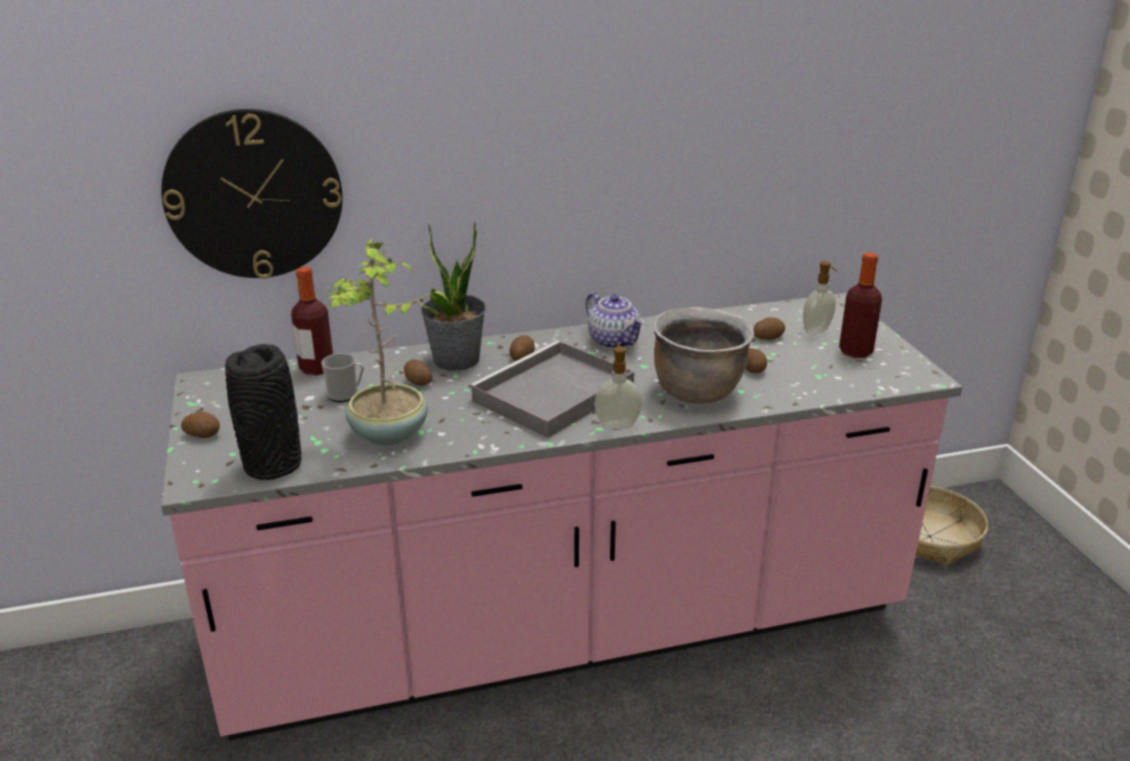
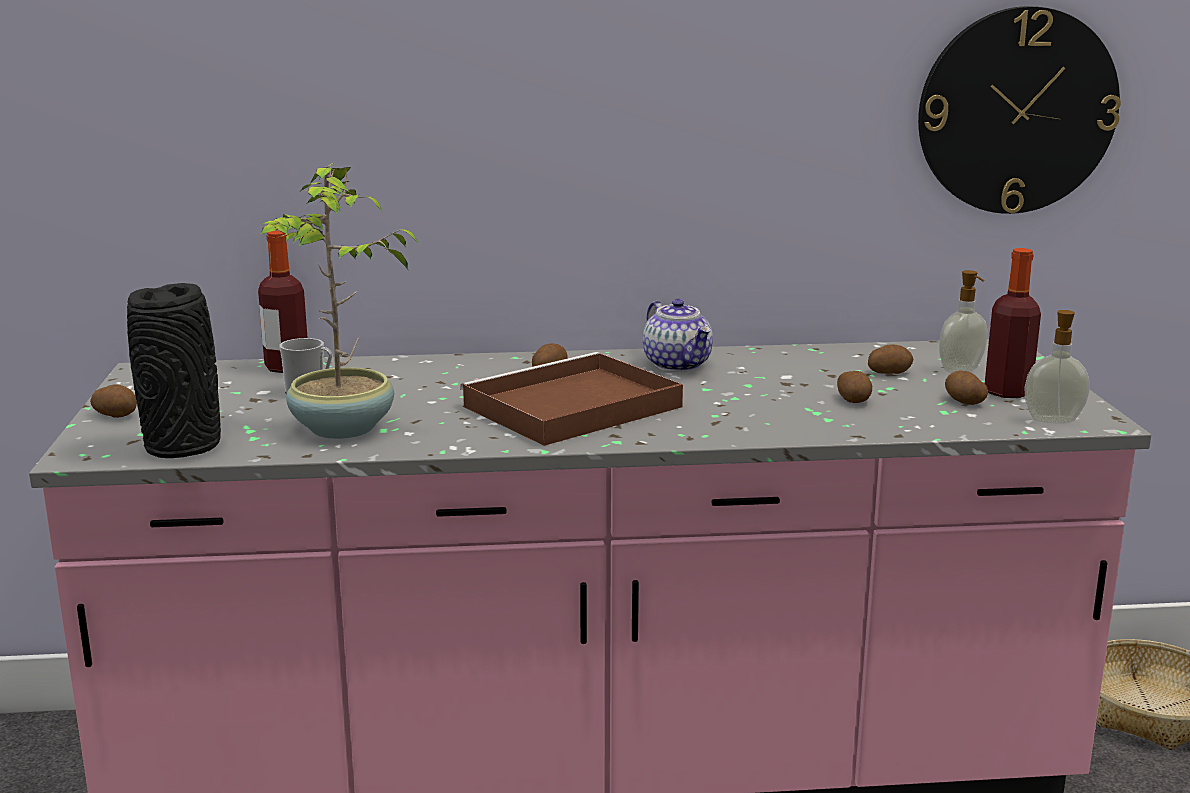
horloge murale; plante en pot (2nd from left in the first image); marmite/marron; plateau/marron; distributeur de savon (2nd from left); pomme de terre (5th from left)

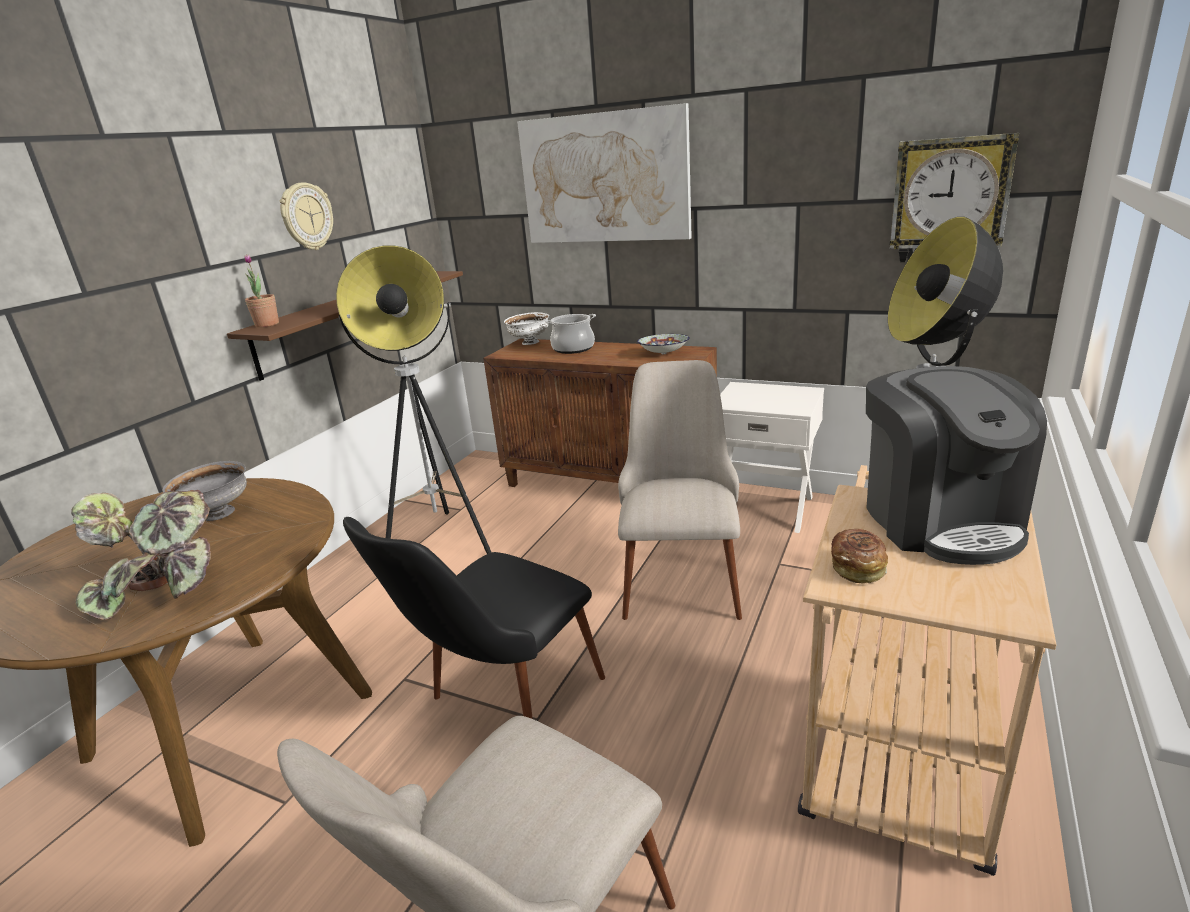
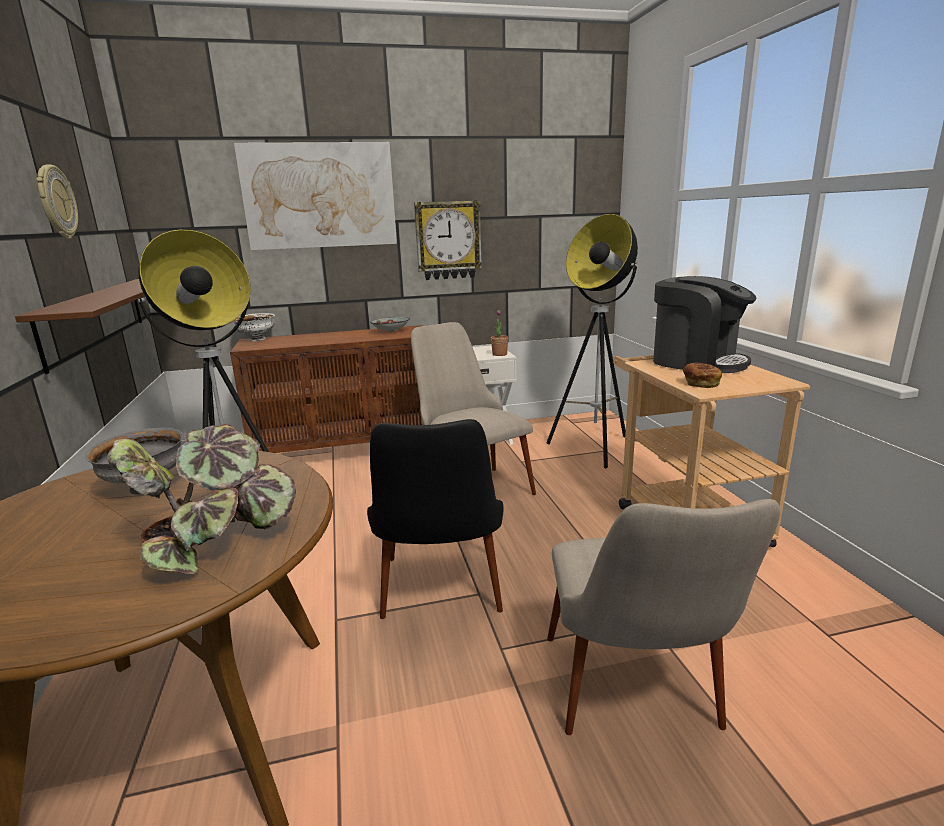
horloge murale (2nd from left); plante en pot (2nd from left); marmite

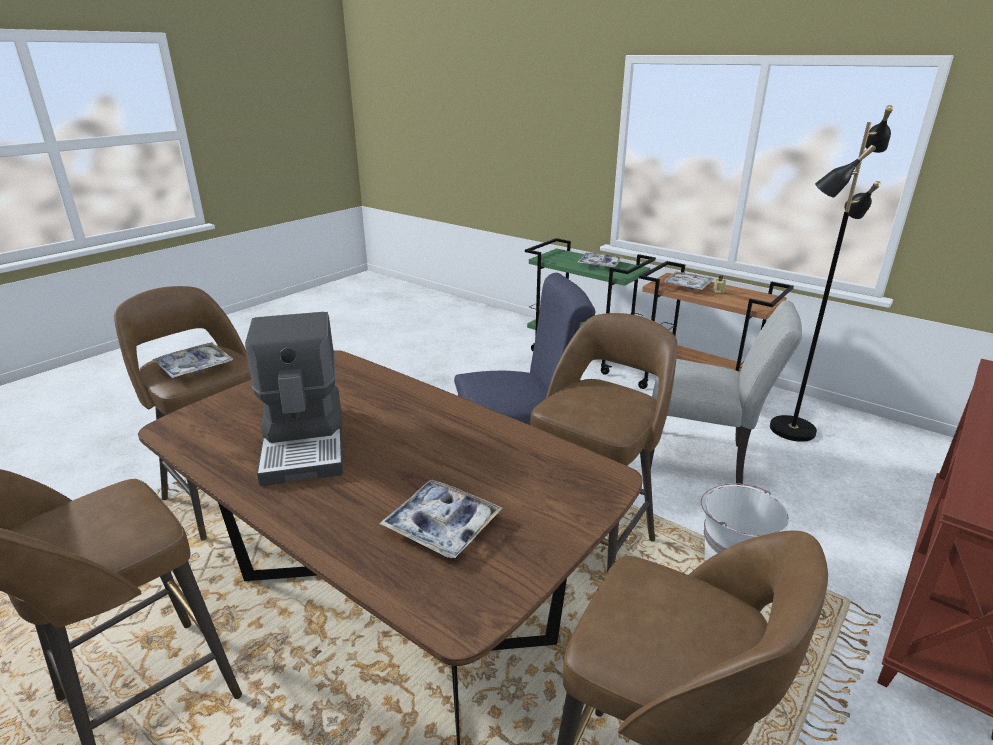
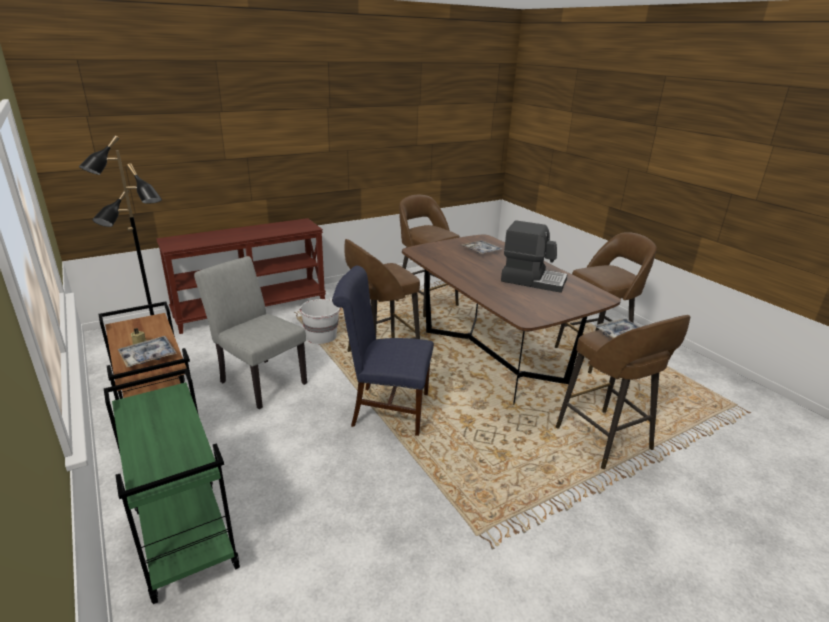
plateau (3rd from left in the first image); machine à café

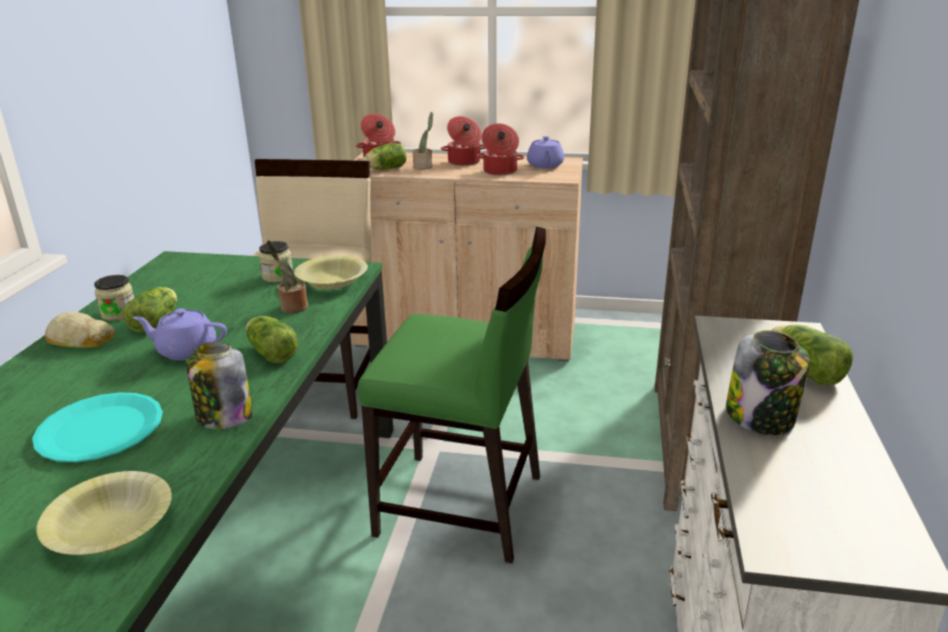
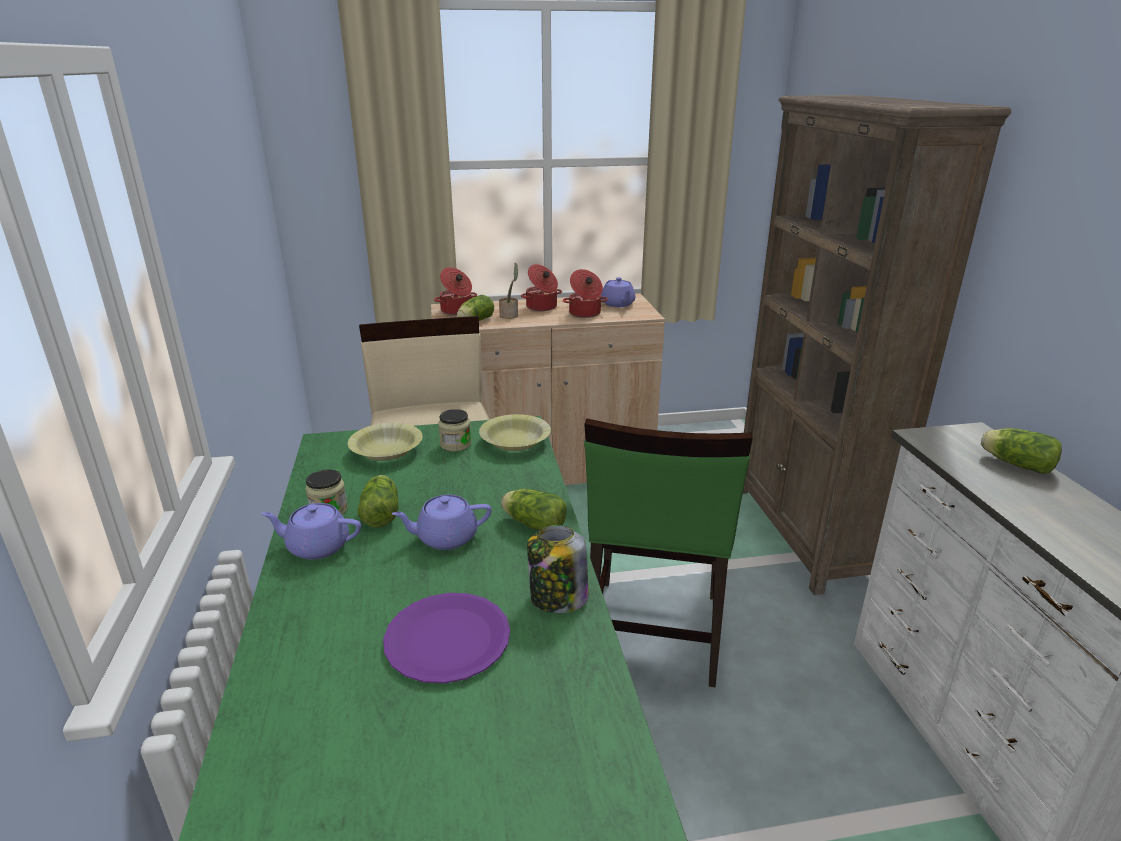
chaise/vert; plante en pot (1st from left in the first image); théière/violet (1st from left); bocal (4th from left in the first image); assiette/violet; bol/jaune (1st from left)

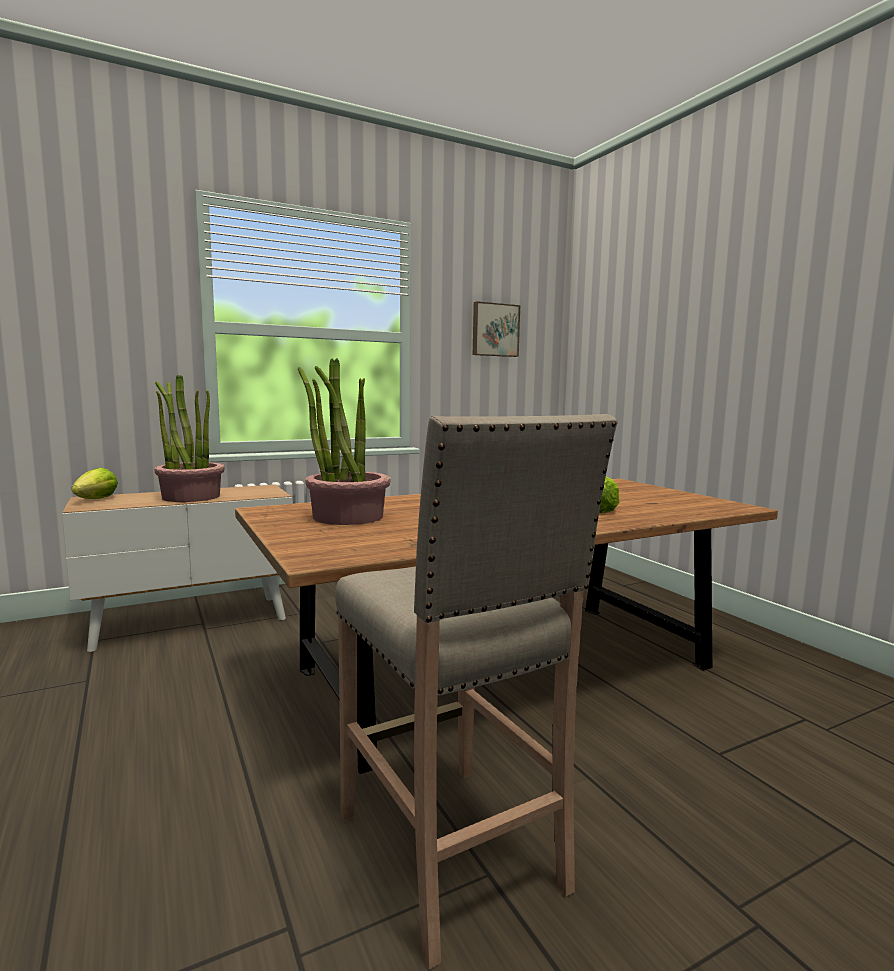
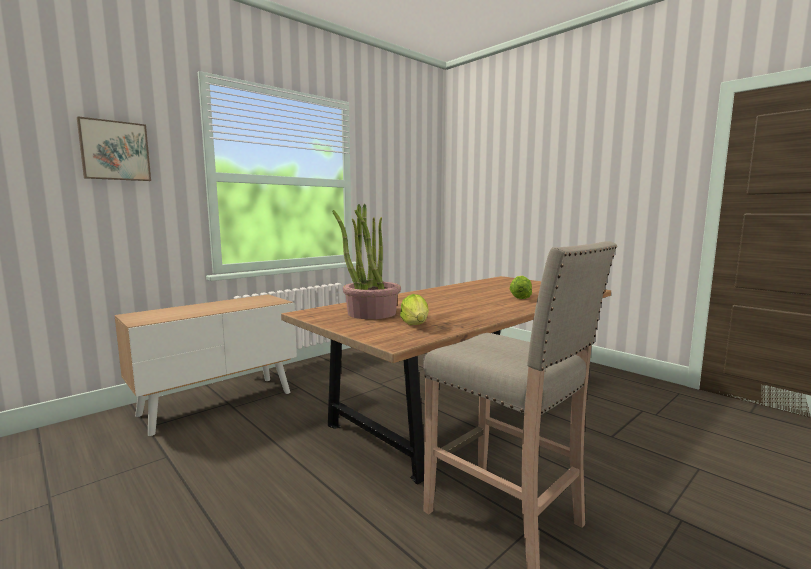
tableau; plante en pot (1st from left in the first image); laitue (1st from left)

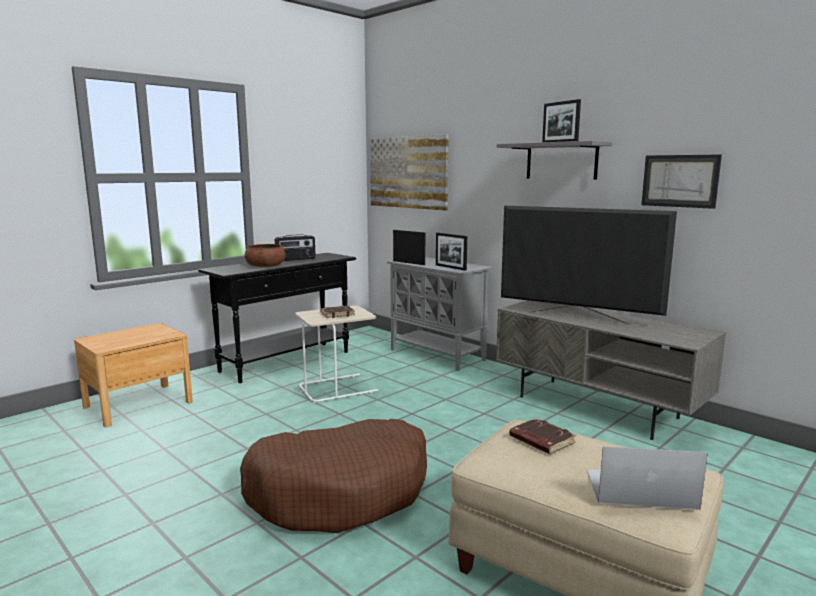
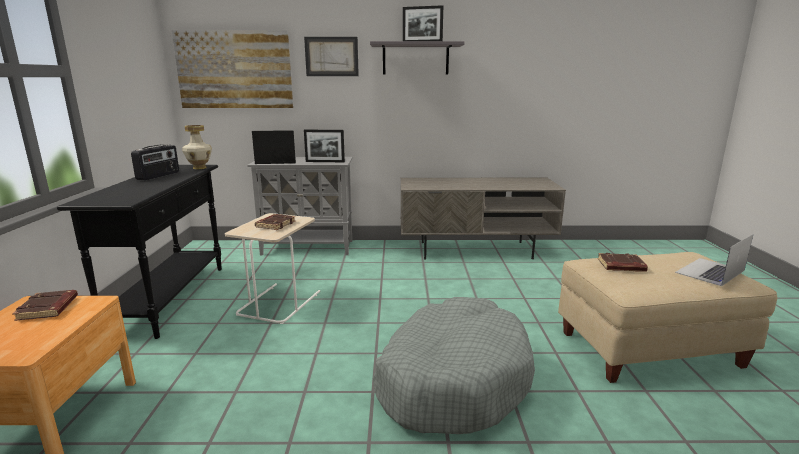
tableau (2nd from left); téléviseur; bol/marron; panier pour chien/gris; vase; livre/marron (1st from left)

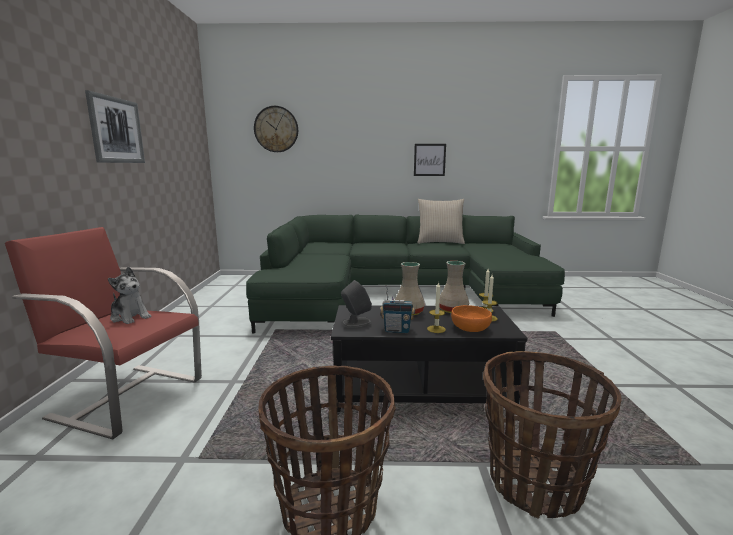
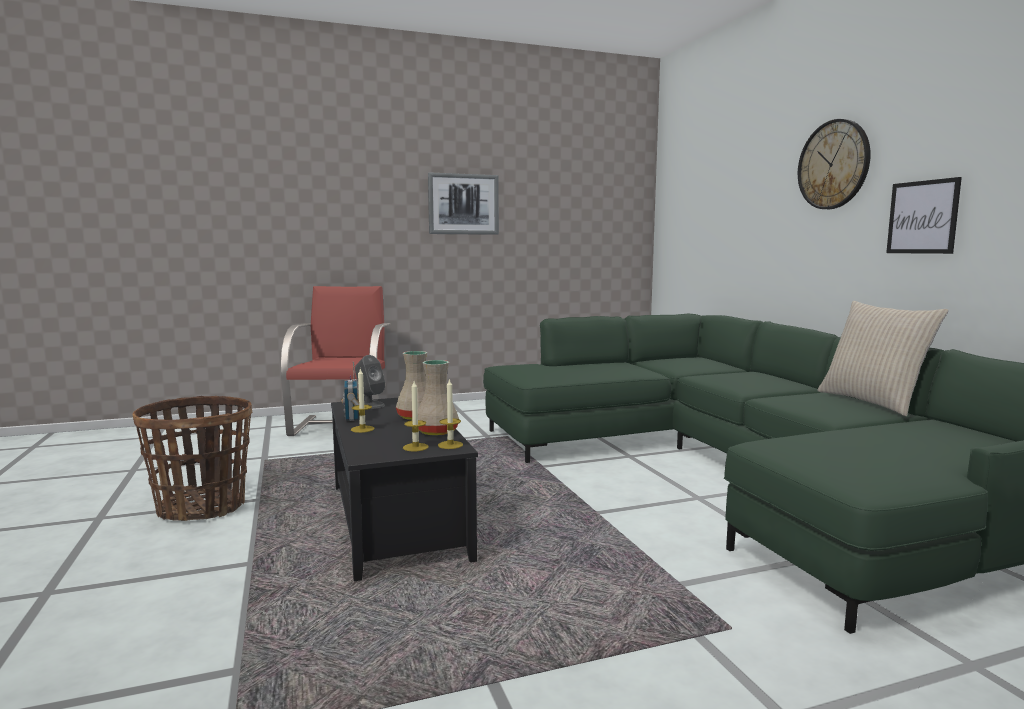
horloge murale; peluche; bol/orange; panier (2nd from left in the first image)

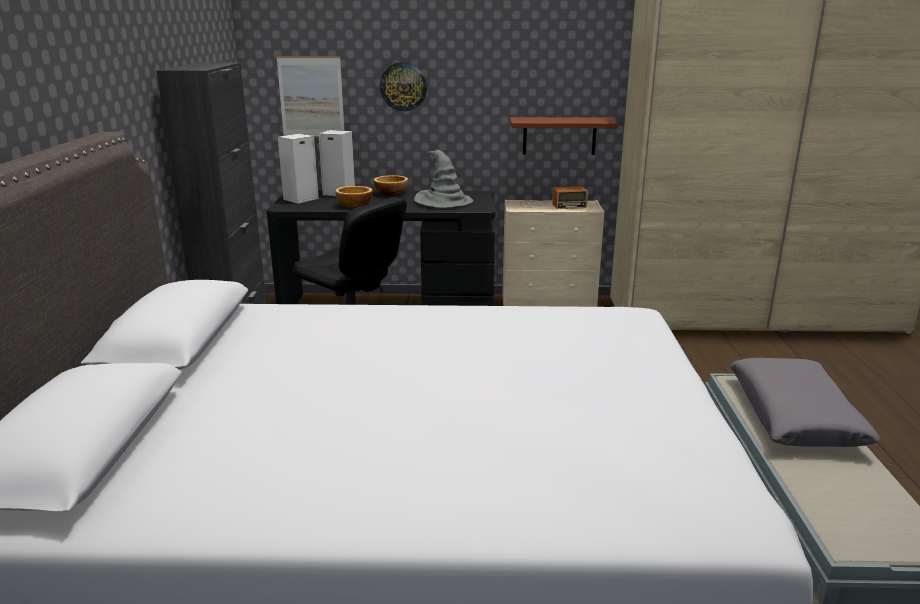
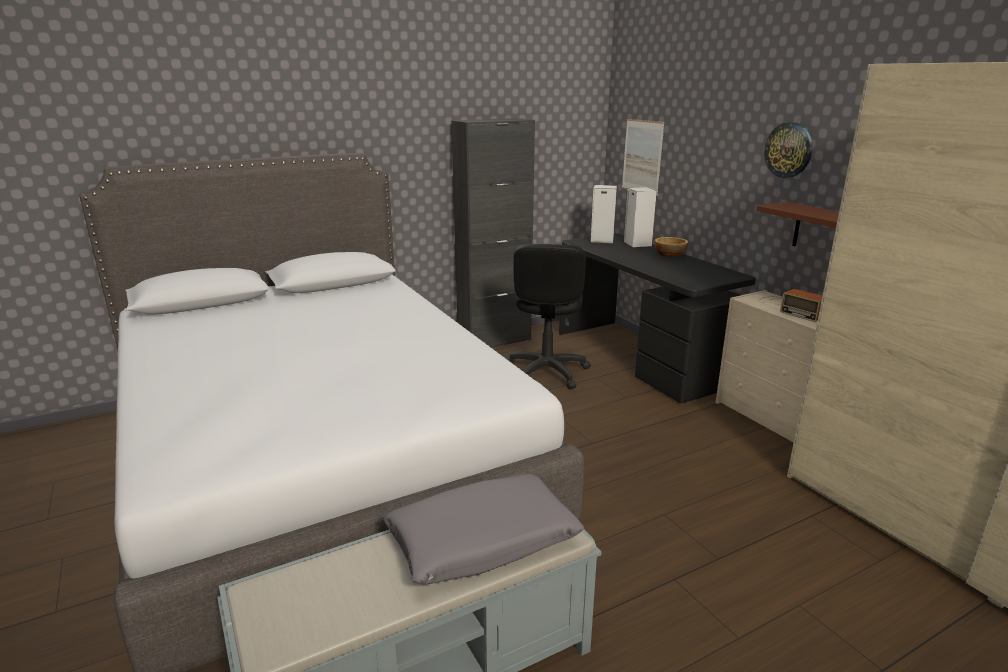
horloge murale; chapeau/gris; bol (1st from left in the first image)

